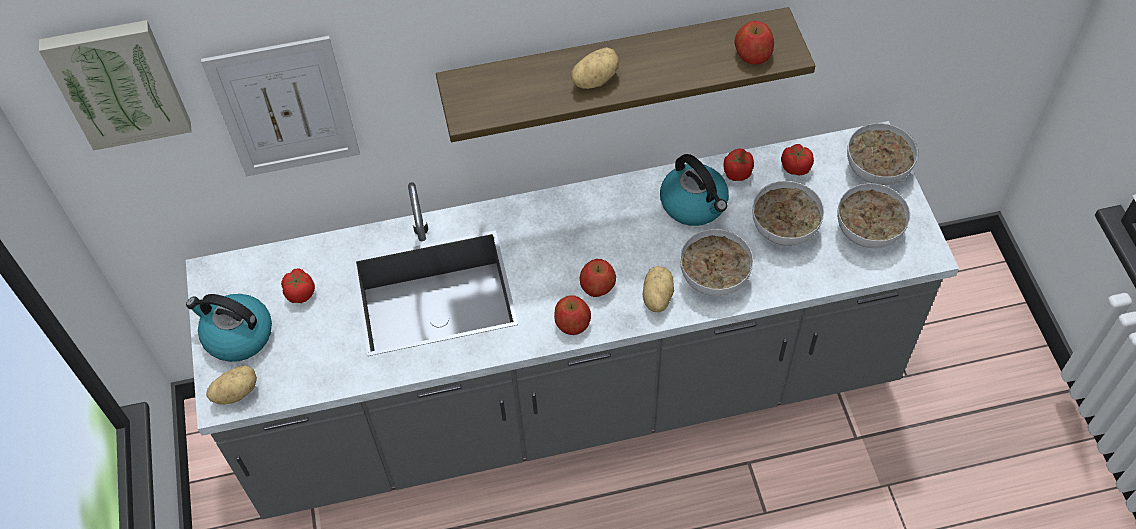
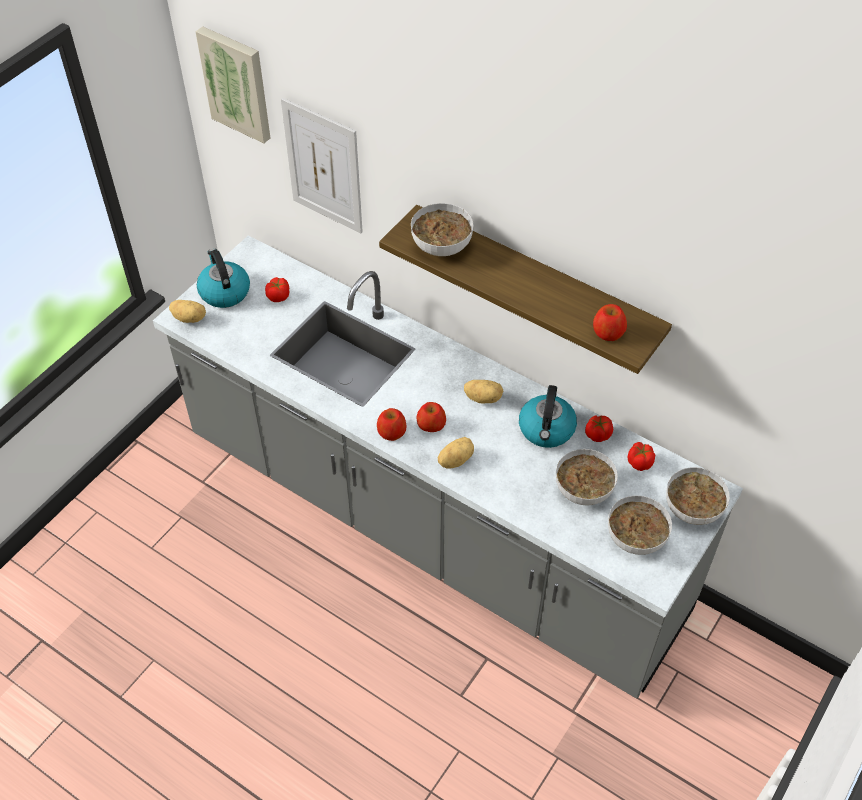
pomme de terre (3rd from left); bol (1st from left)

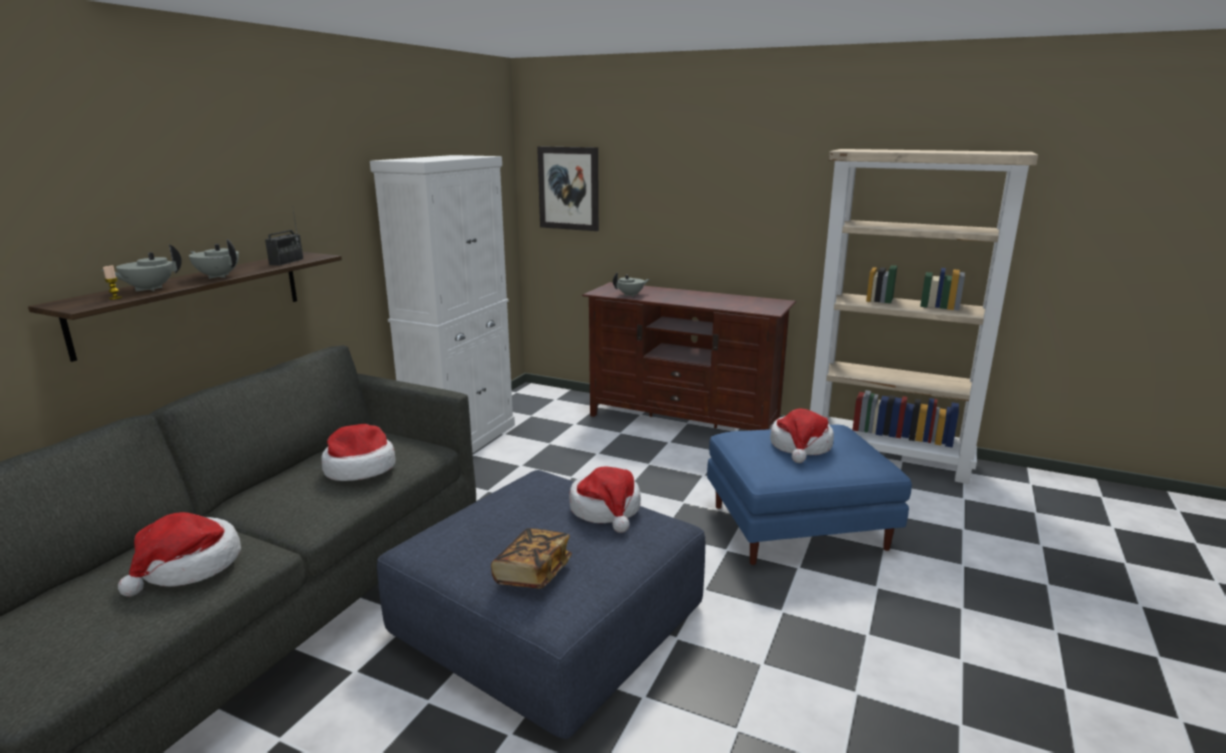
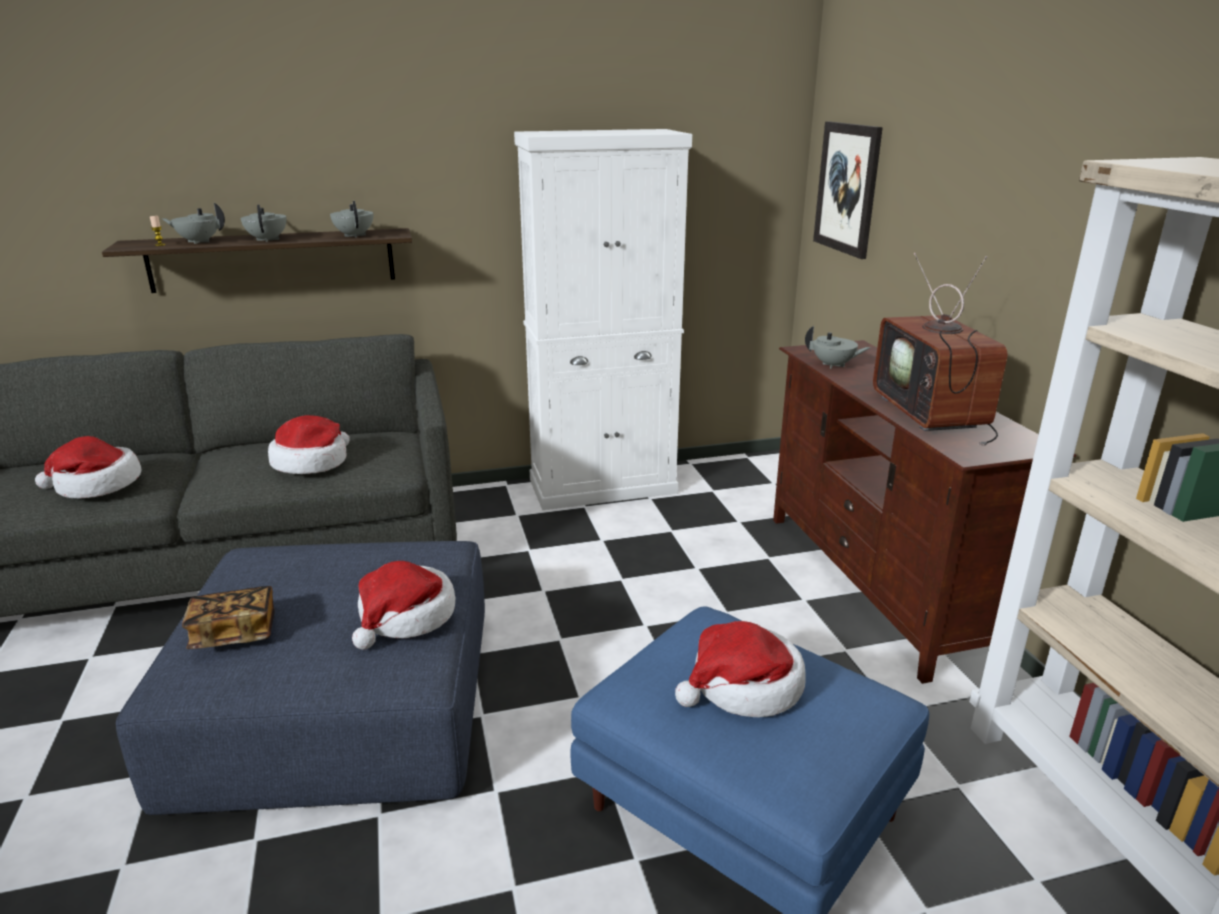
théière/gris (3rd from left); téléviseur

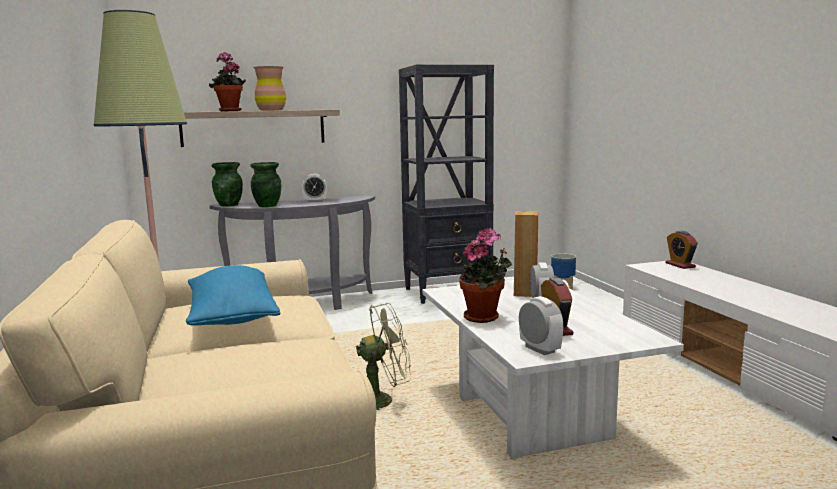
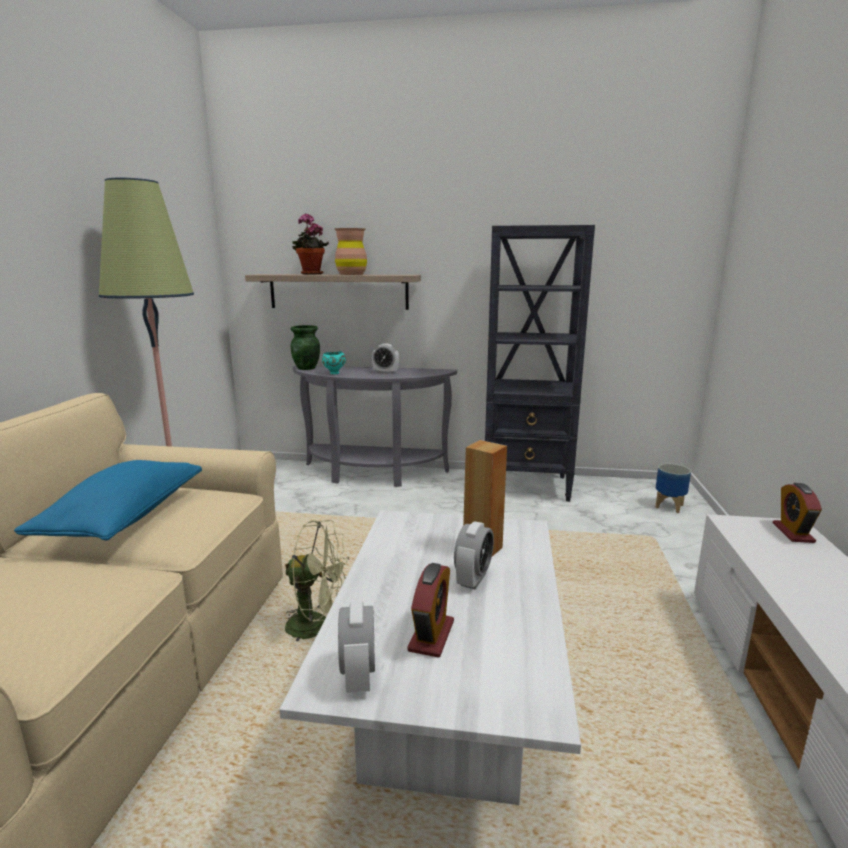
bol/turquoise; plante en pot (2nd from left in the first image)

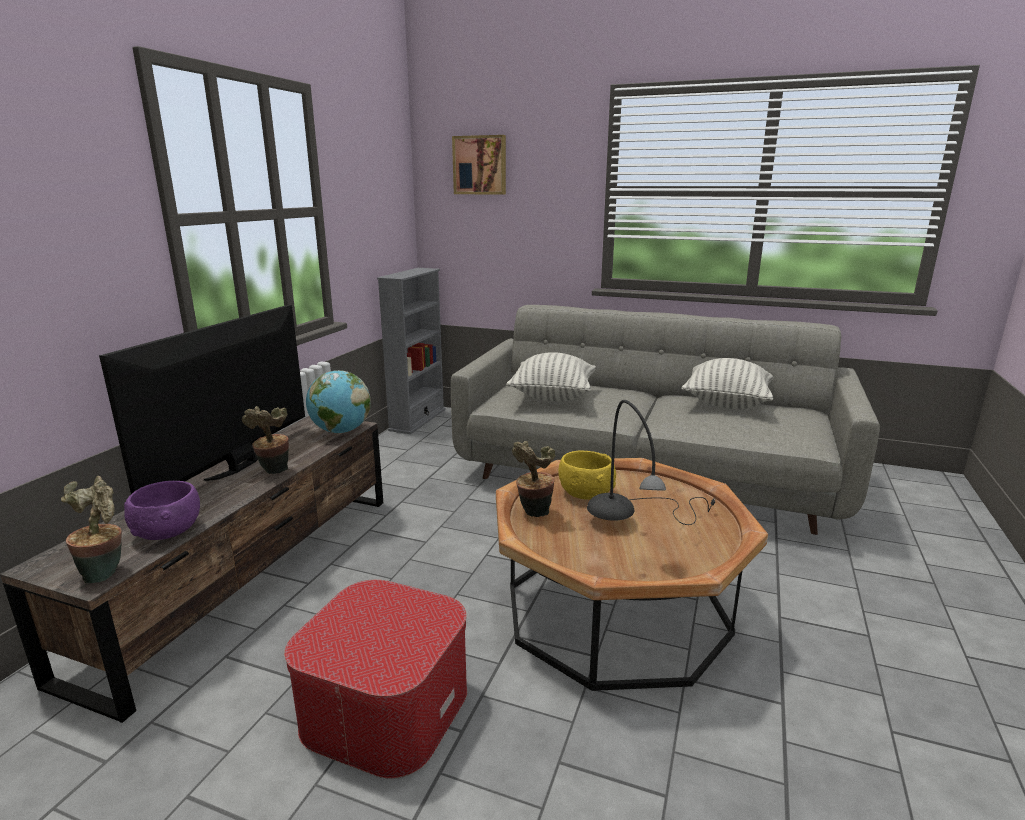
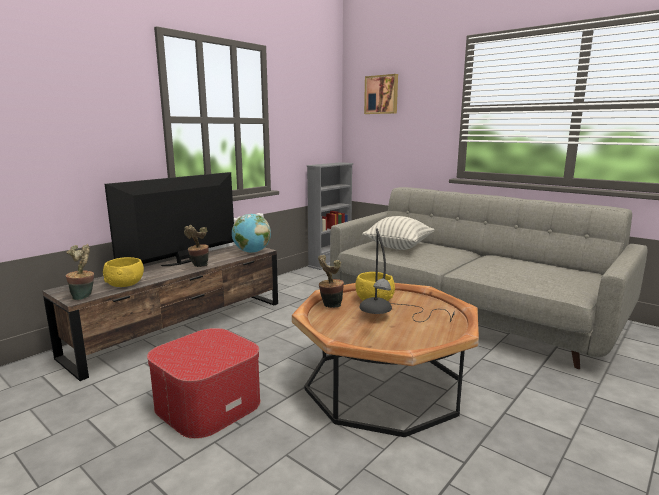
coussin (2nd from left in the first image); bol/jaune (1st from left)

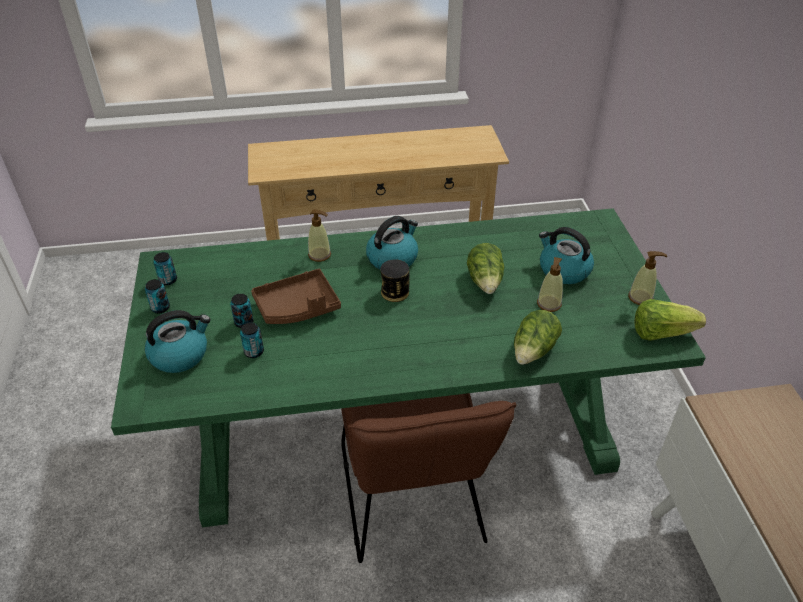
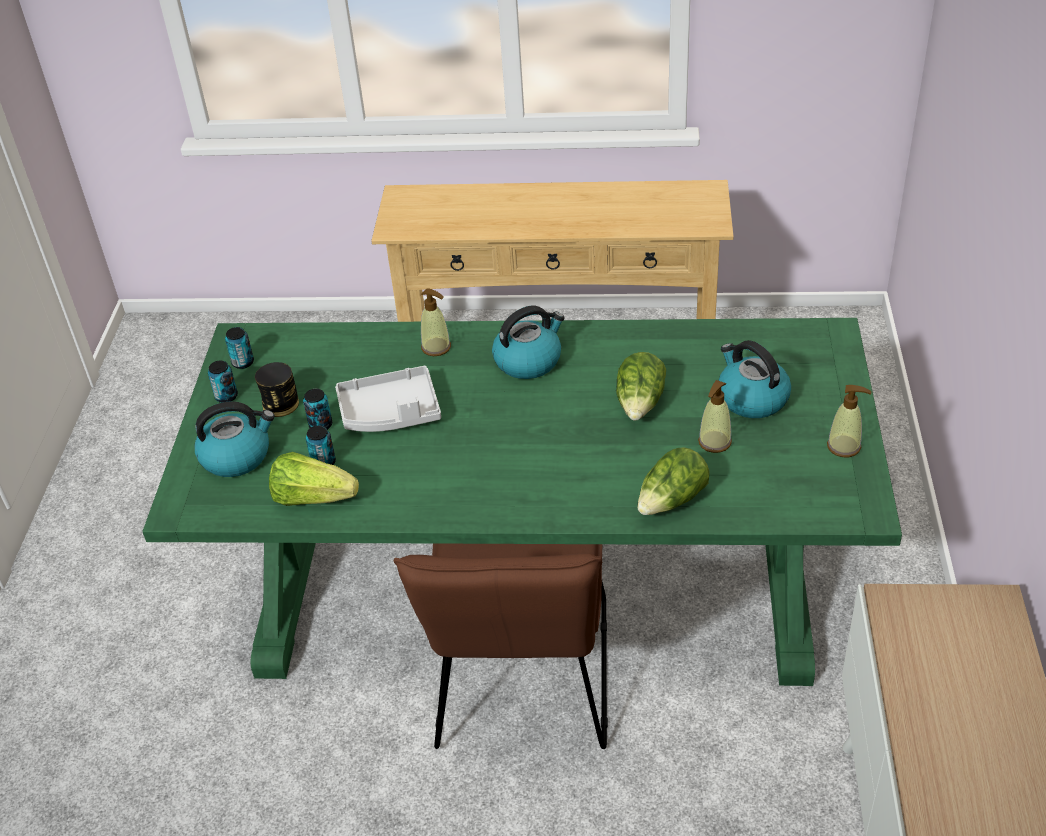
boîte métallique (3rd from left); plateau/gris; laitue (1st from left)

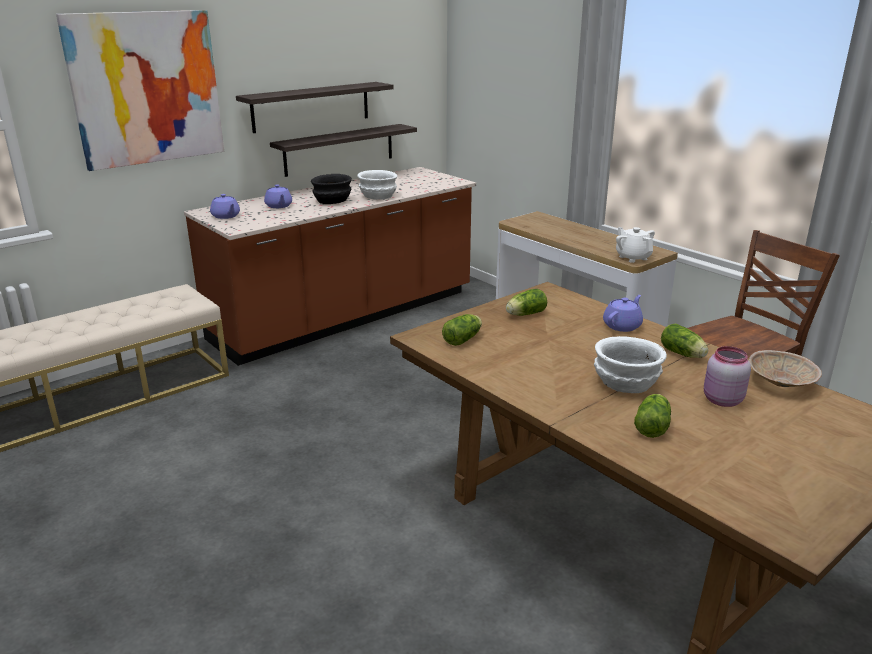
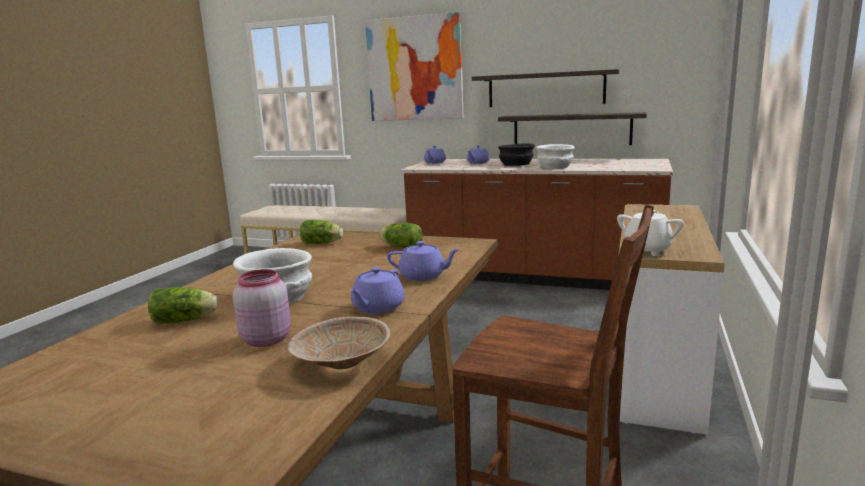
théière/violet (1st from left)

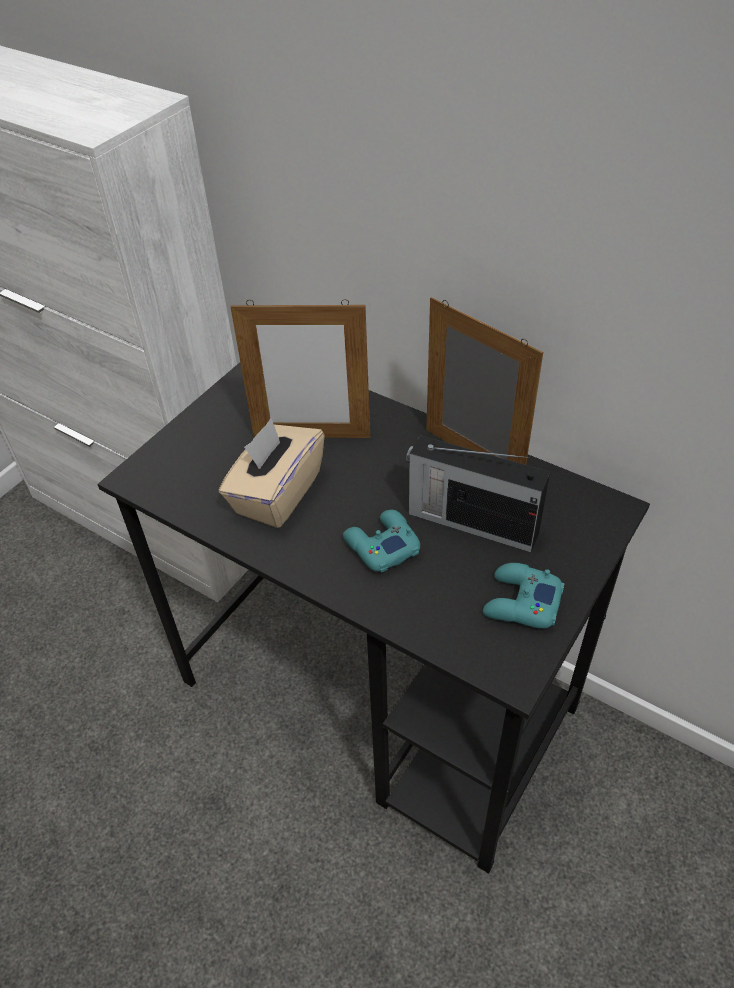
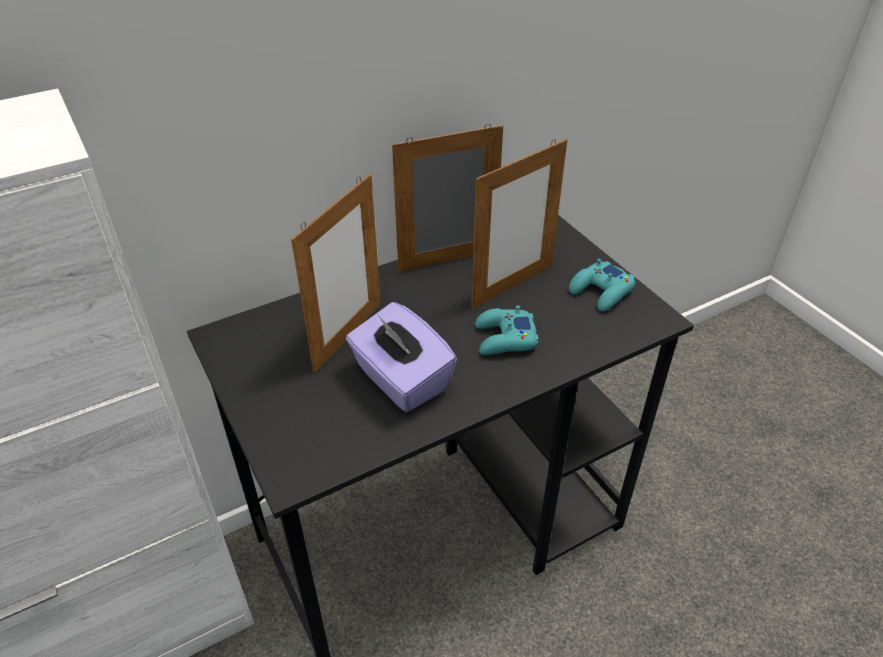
boîte à mouchoirs/violet; cadre photo (3rd from left)

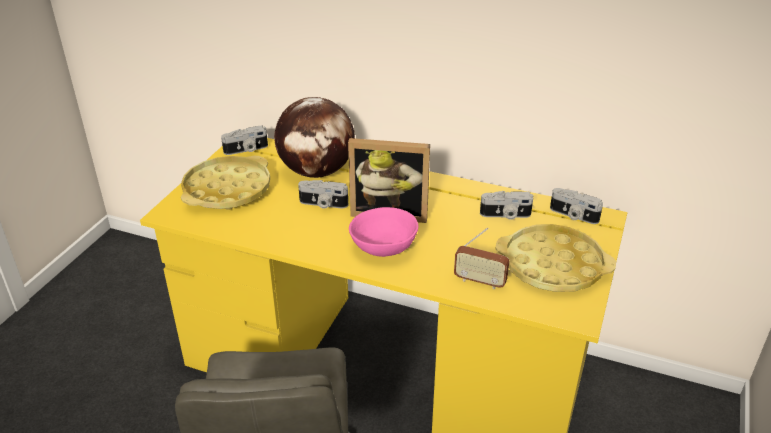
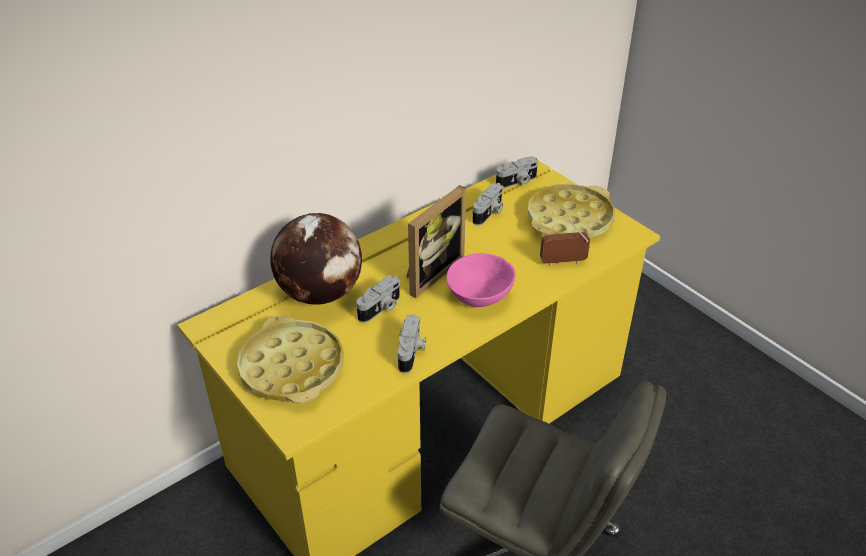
appareil photo (2nd from left); radio

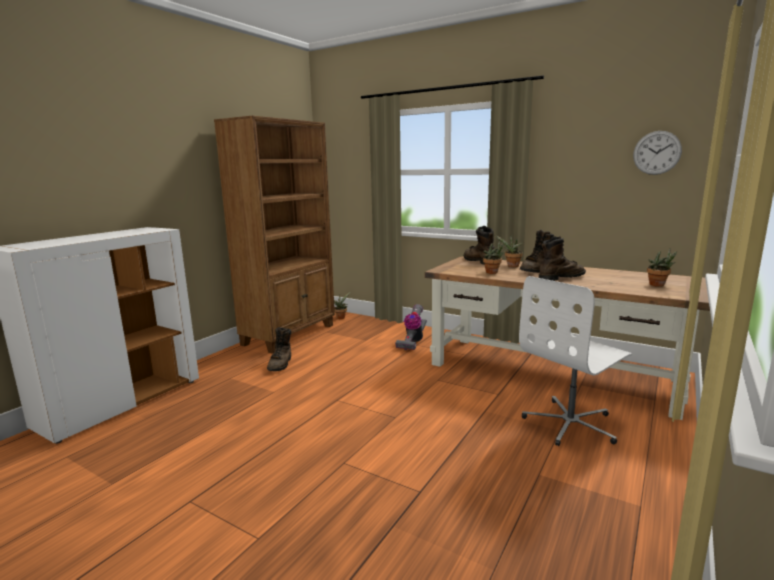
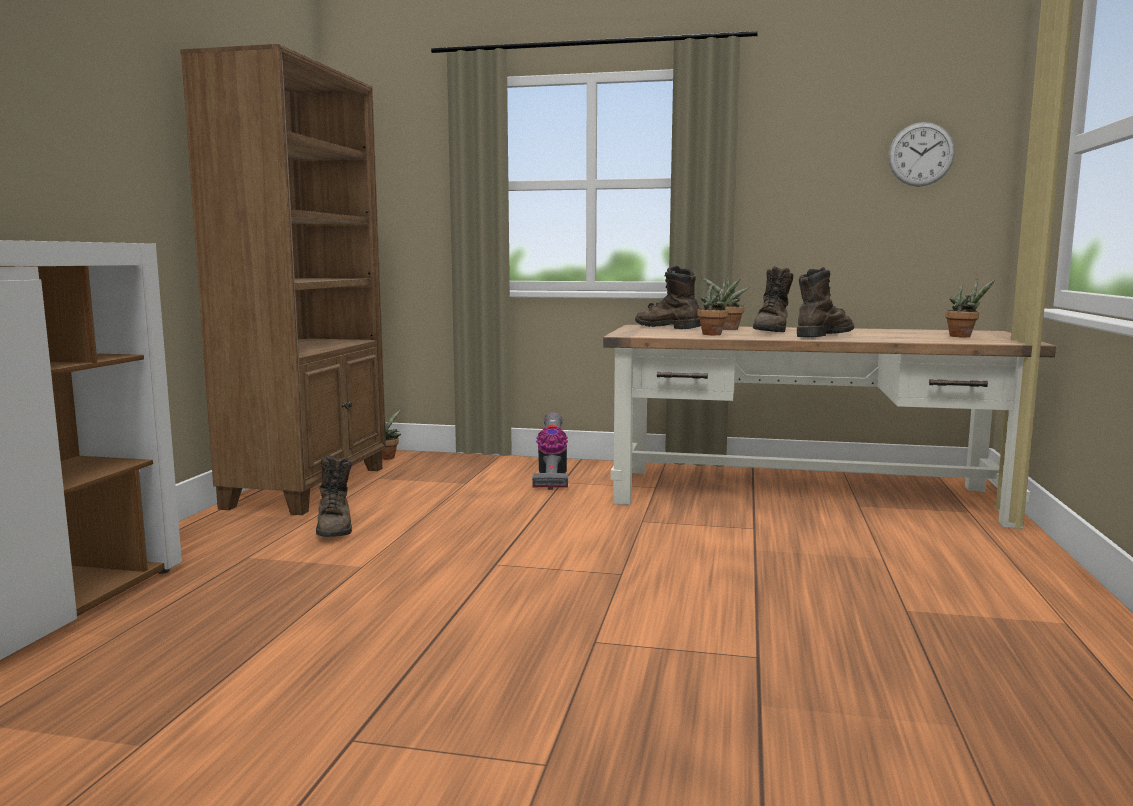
chaise de bureau/blanc

